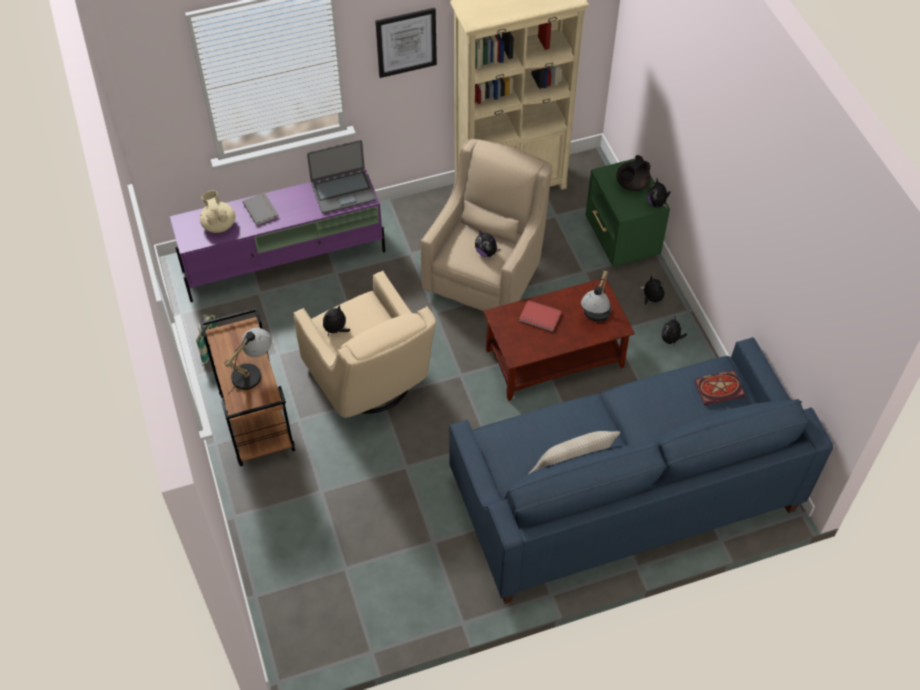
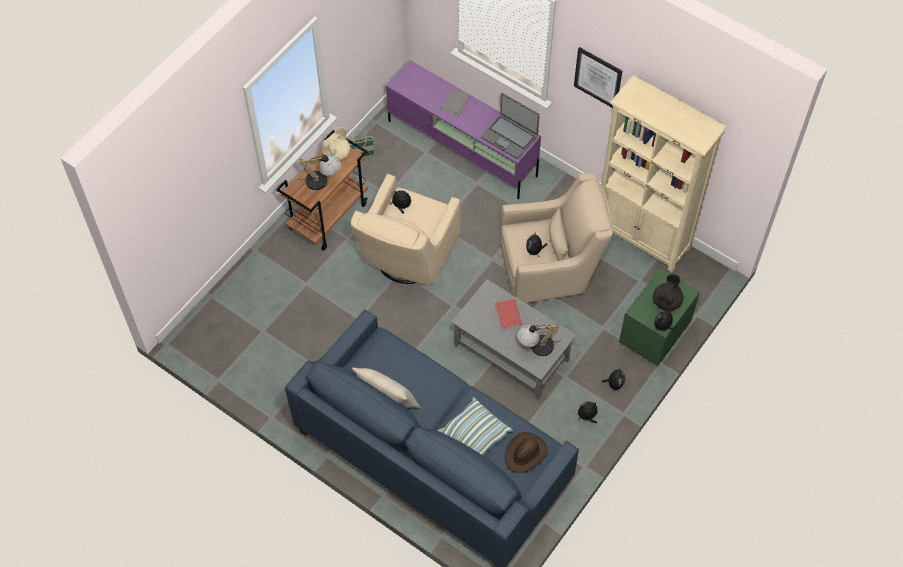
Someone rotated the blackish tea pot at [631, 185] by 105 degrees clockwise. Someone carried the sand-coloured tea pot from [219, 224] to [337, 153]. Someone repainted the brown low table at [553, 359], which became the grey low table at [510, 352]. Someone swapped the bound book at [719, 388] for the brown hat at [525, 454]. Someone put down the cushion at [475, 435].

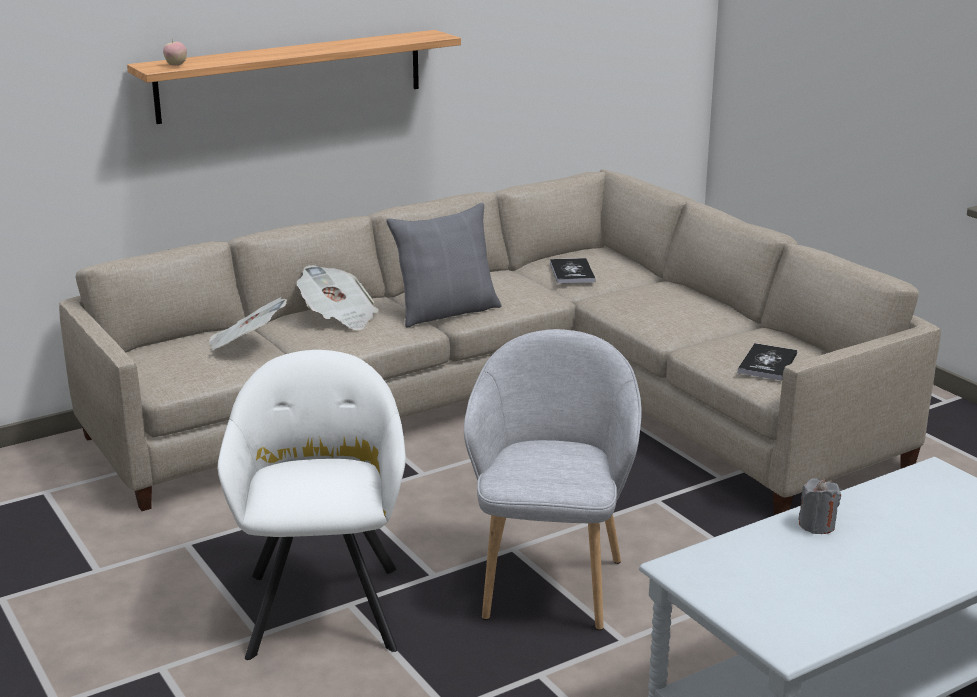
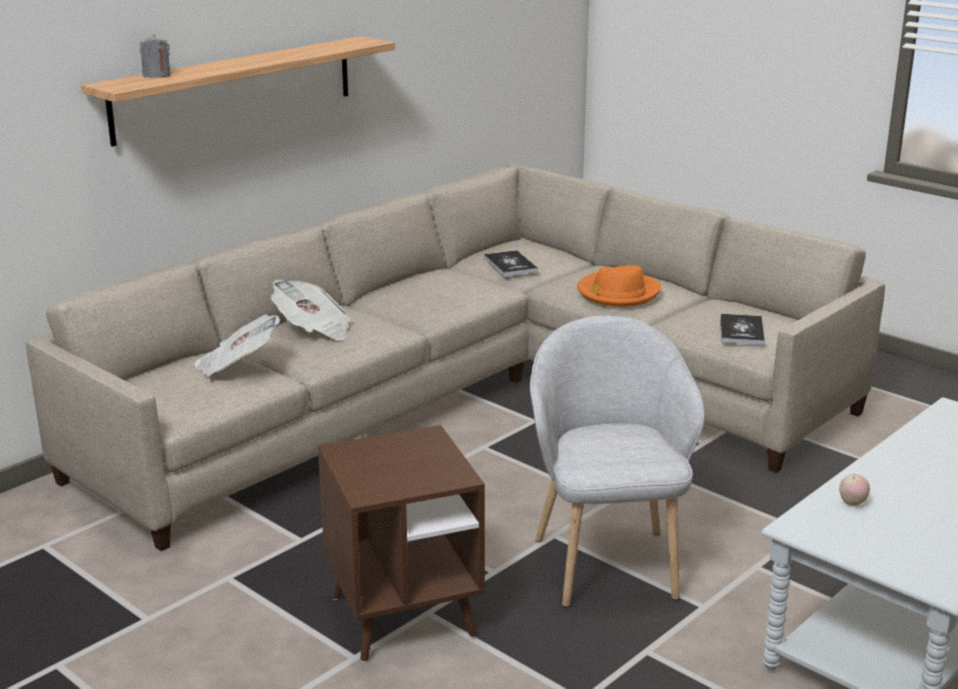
Someone carried the apple from [176, 65] to [852, 503]. Someone took away the grey cushion at [446, 312]. Someone swapped the white armchair at [324, 604] for the brown accent table at [403, 617]. Someone carried the grey wax light from [817, 525] to [156, 75]. Someone put down the orange hat at [617, 293].

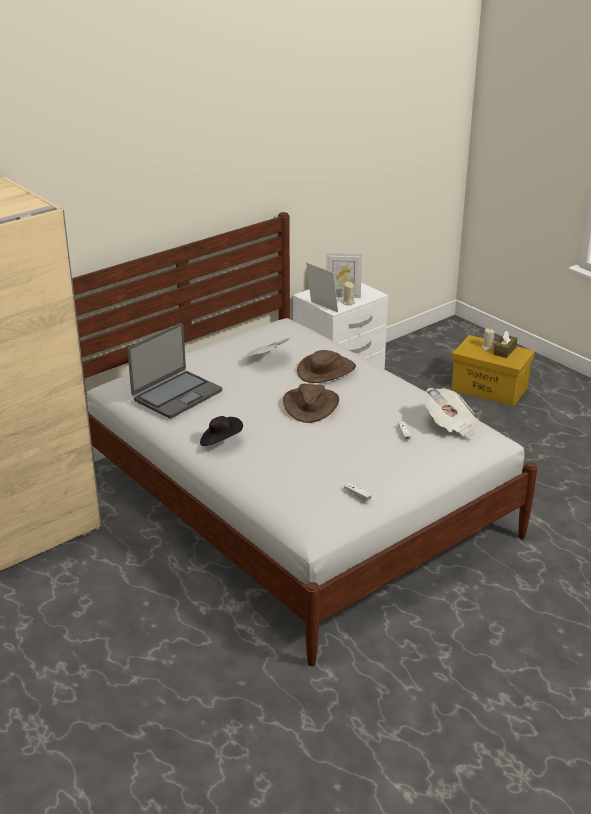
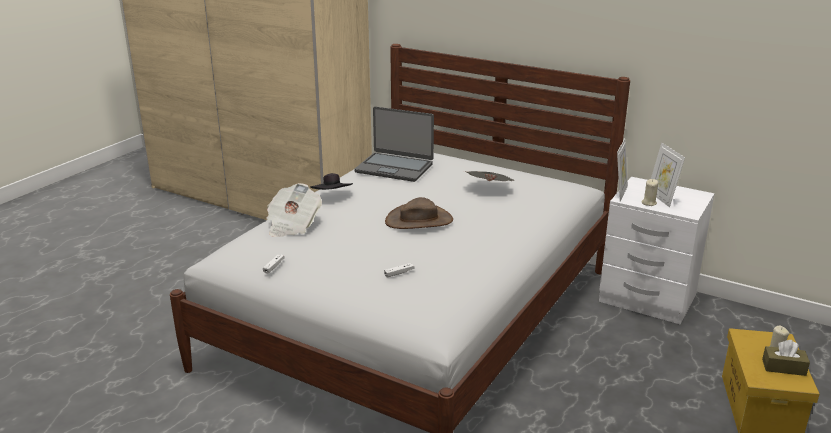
Someone took away the brown hat at [326, 370]. Someone carried the printed paper from [451, 426] to [292, 225].

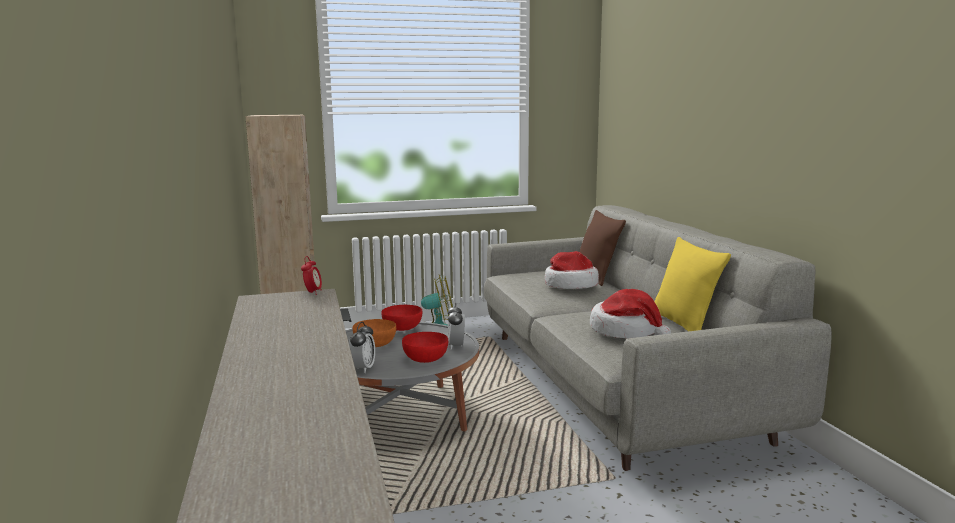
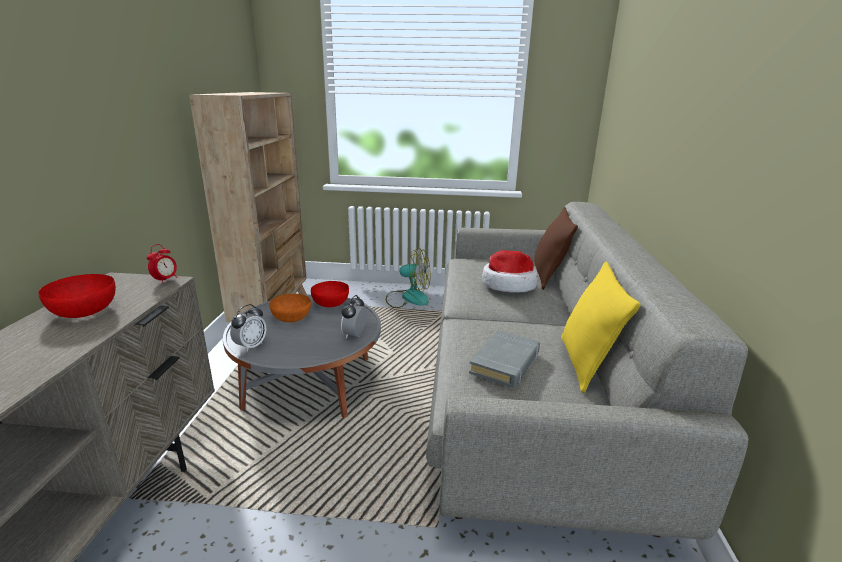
Someone swapped the hat at [626, 331] for the grey bound book at [505, 363]. Someone carried the reddish serving bowl from [425, 358] to [85, 311].

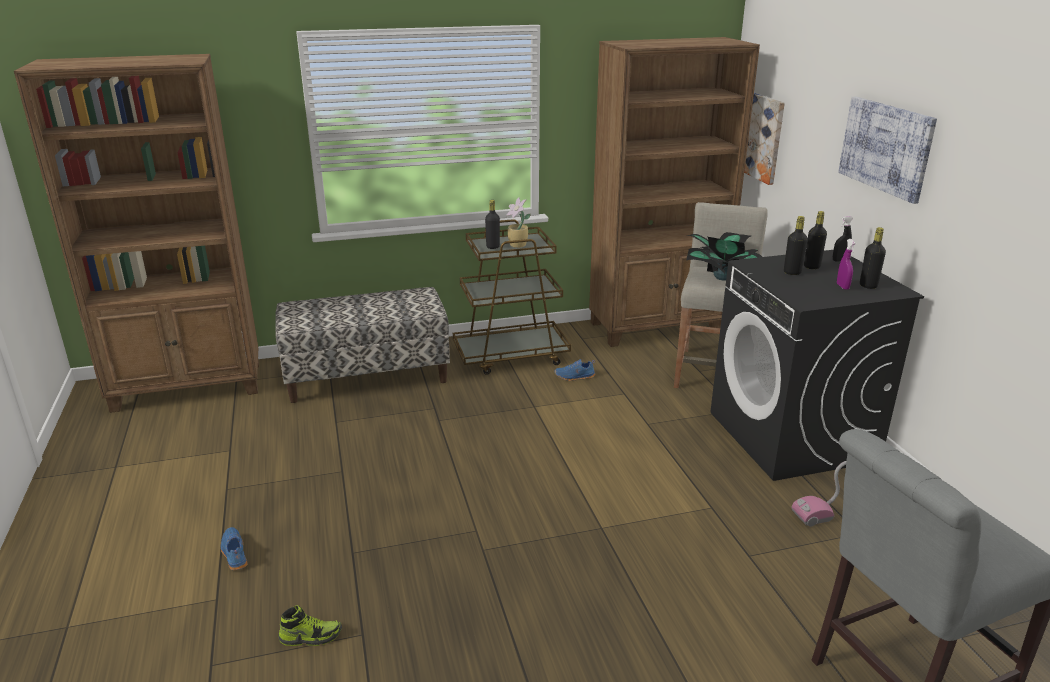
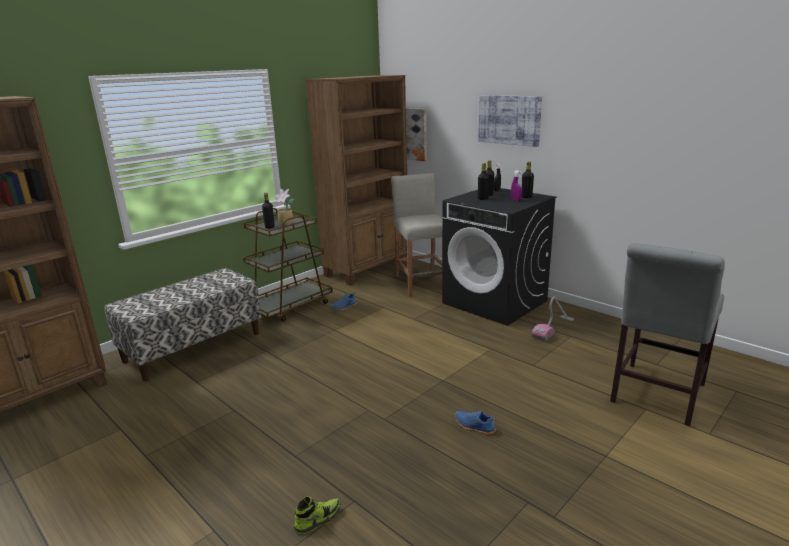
Someone took away the houseplant at [721, 277]. Someone carried the bluish low shoe from [234, 554] to [474, 427].

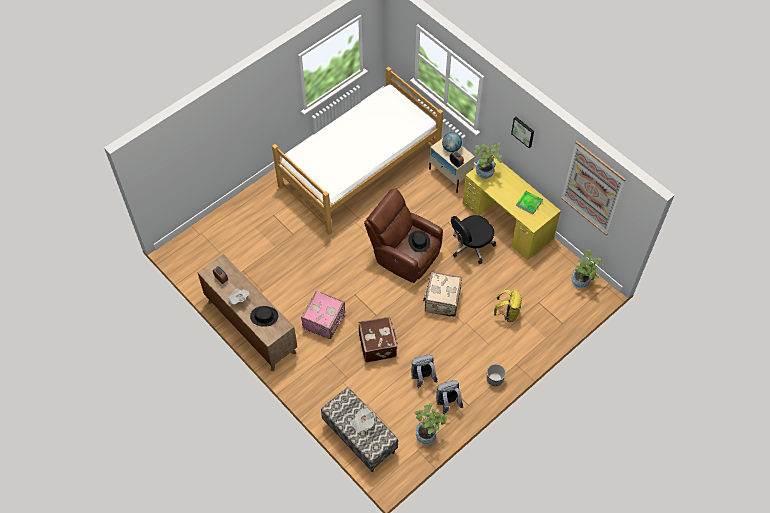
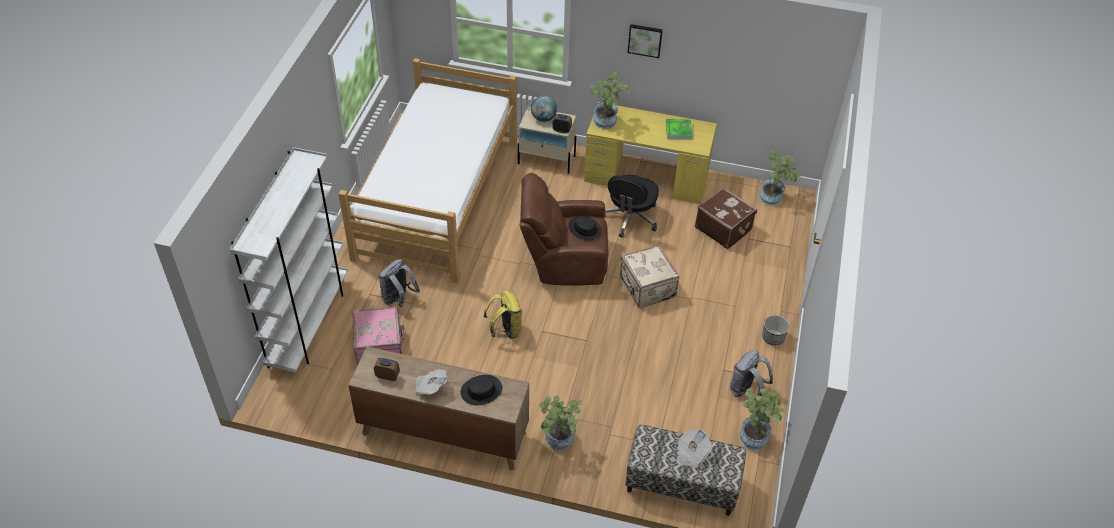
Someone took away the wall art at [592, 189]. Someone carried the pink-coloured suitcase from [325, 321] to [380, 348]. Someone carried the yellow backpack from [507, 313] to [505, 330]. Someone carried the brown suitcase from [378, 345] to [723, 228]. Someone carried the grey backpack from [422, 377] to [398, 299]. Someone put down the white shelving unit at [309, 324]. Someone put down the houseplant at [558, 442].

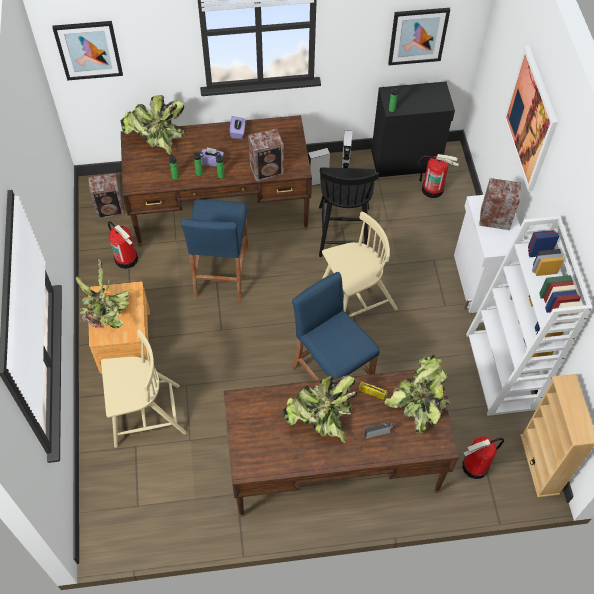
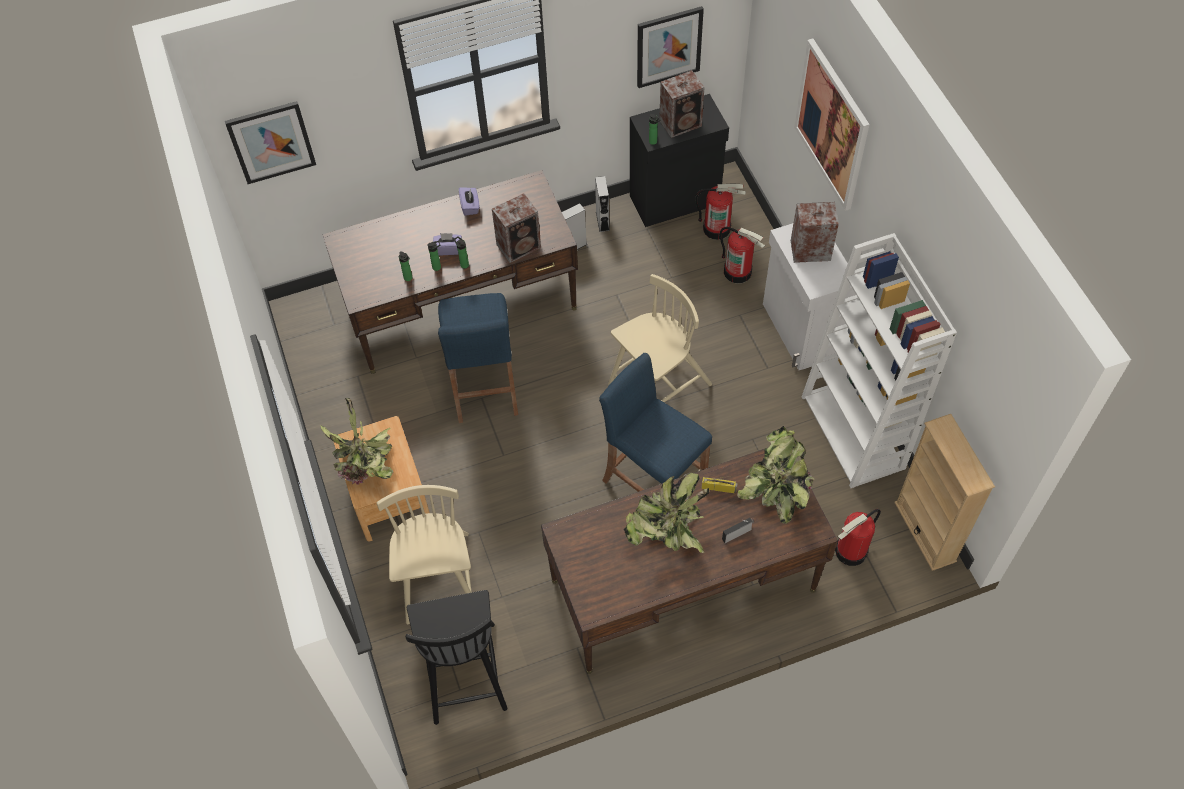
Someone took away the houseplant at [157, 141]. Someone carried the blackish chair from [343, 230] to [463, 670]. Someone carried the loudspeaker from [111, 209] to [682, 123]. Someone carried the extinguisher from [126, 259] to [738, 271]. Someone rotated the sand-coloured chair at [145, 415] by 75 degrees counterclockwise.

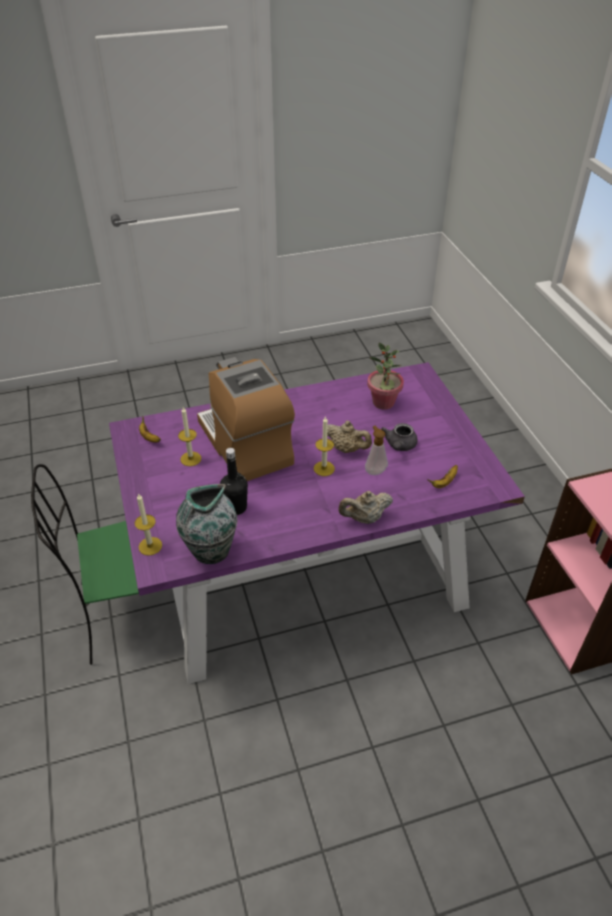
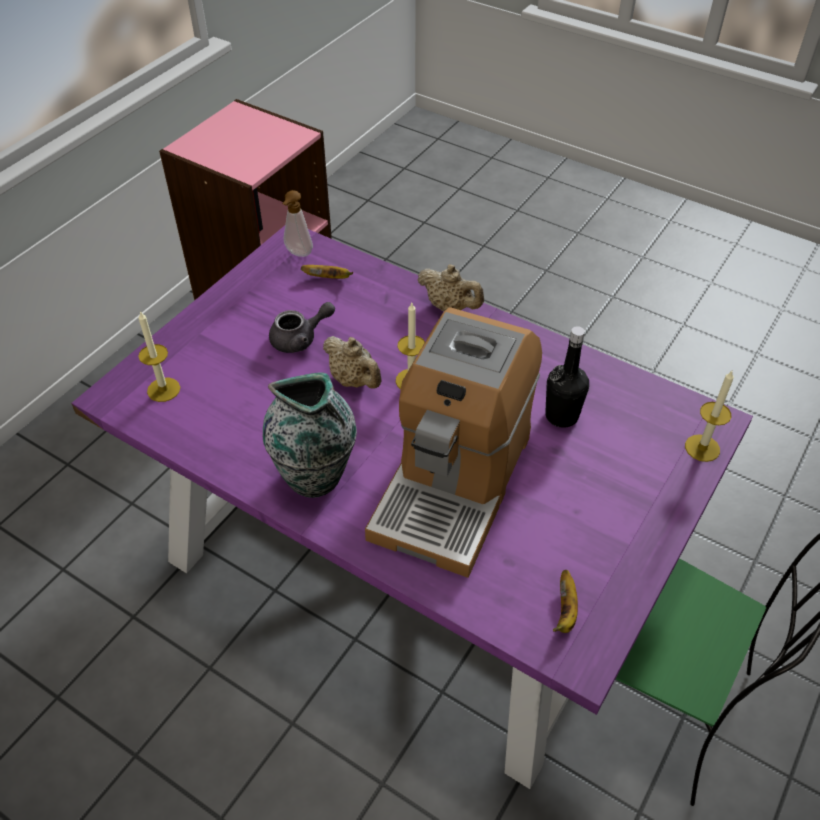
Someone took away the houseplant at [383, 403]. Someone carried the wax light from [190, 459] to [163, 389]. Someone rotated the sand-coloured tea pot at [347, 449] by 150 degrees clockwise. Someone carried the liquid soap bottle from [375, 470] to [298, 254]. Someone carried the decorative vase from [210, 551] to [316, 476].

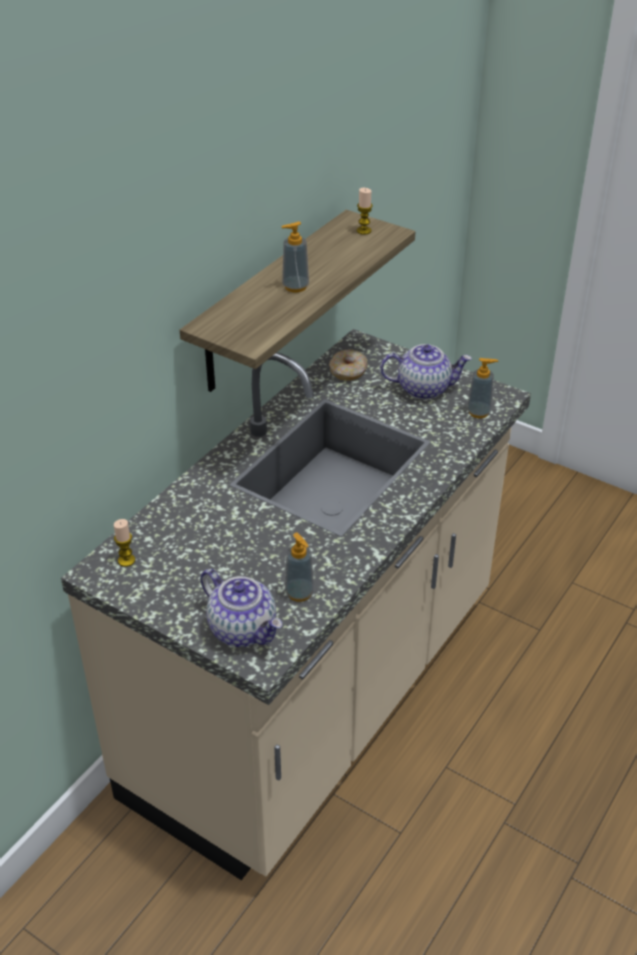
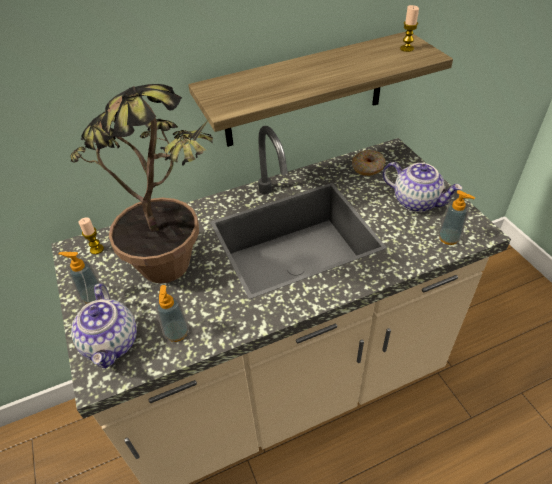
Someone carried the liquid soap bottle from [295, 287] to [93, 296]. Someone put down the houseplant at [176, 274].

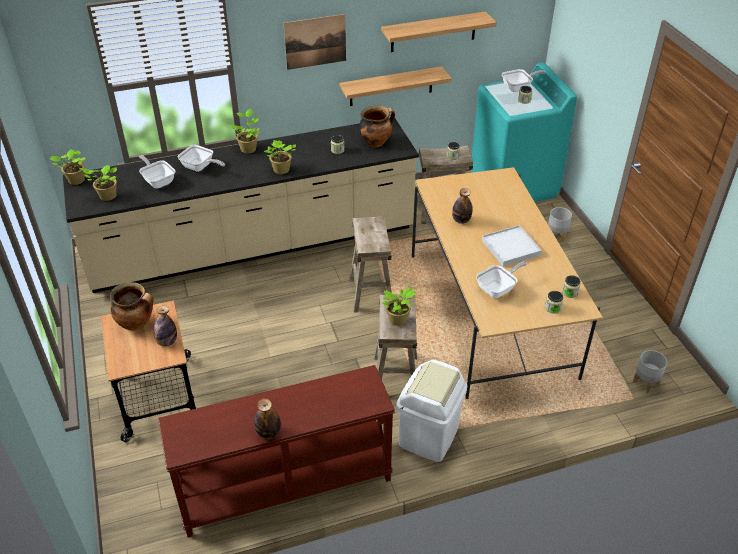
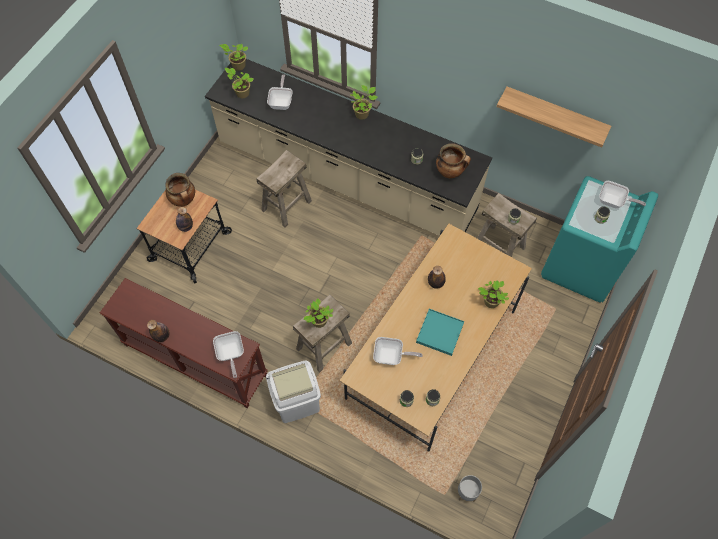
Someone took away the wall art at [315, 41]. Someone took away the shelf at [391, 86]. Someone carried the houseplant from [281, 170] to [490, 302]. Someone carried the pan from [200, 168] to [230, 354]. Someone took away the grey plant pot at [556, 236]. Someone carried the sand-coloured stool from [370, 293] to [286, 205]. Someone repainted the white carrying tray at [511, 248], which became the blue-green carrying tray at [440, 333].

